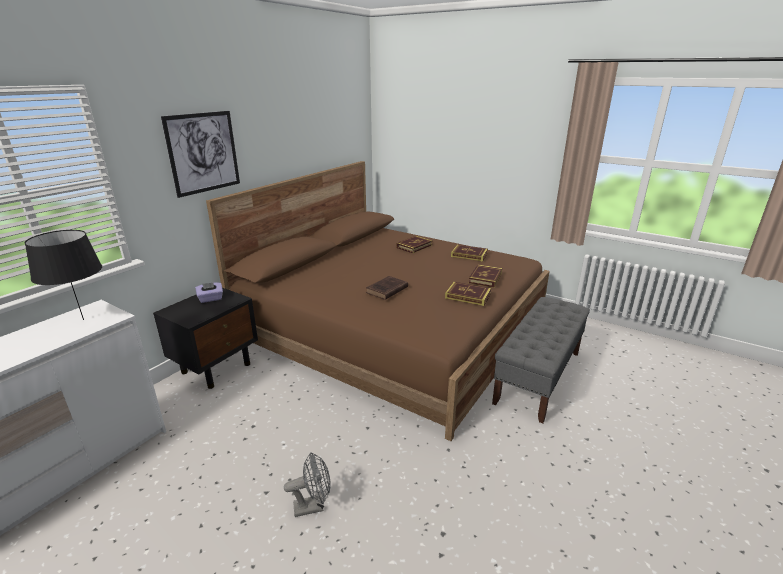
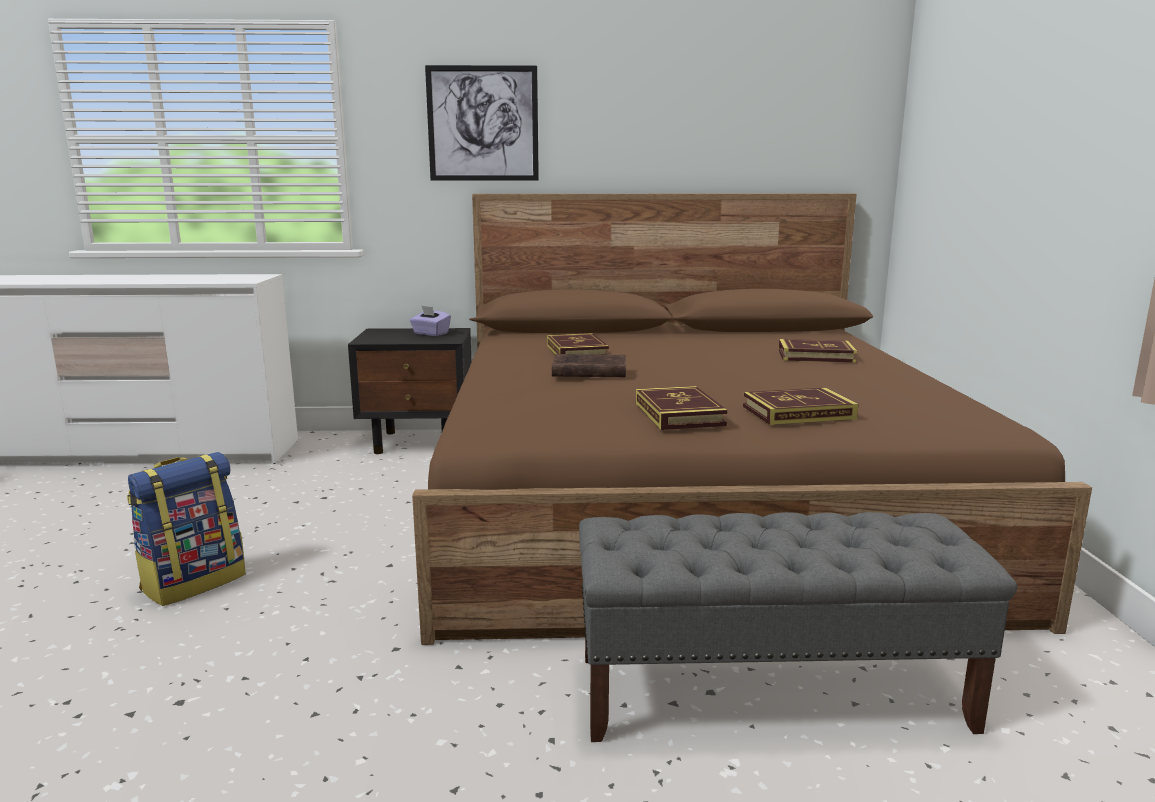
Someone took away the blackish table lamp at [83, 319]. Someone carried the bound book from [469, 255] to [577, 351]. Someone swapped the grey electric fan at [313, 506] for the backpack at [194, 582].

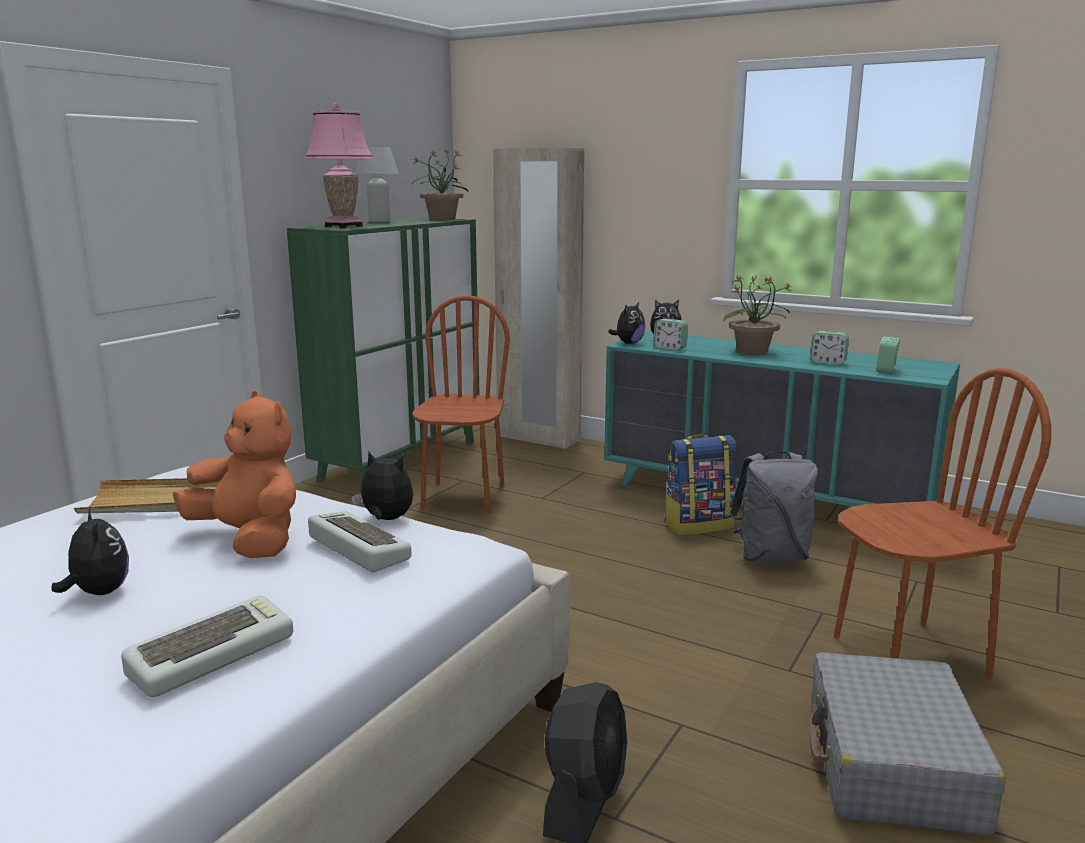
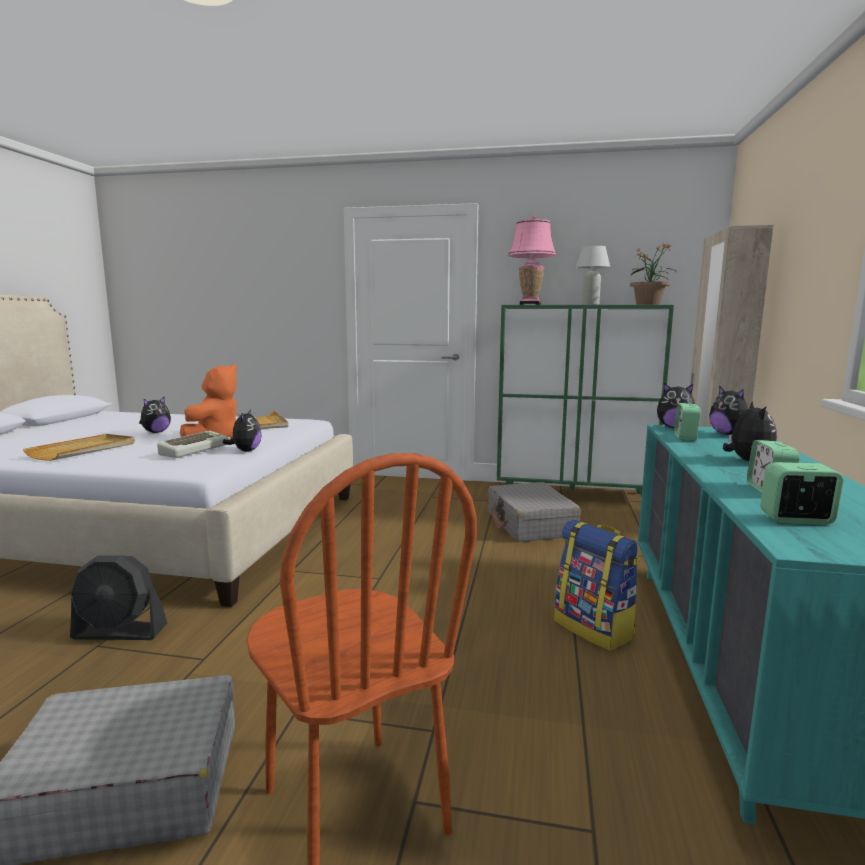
Someone swapped the houseplant at [753, 352] for the soft toy at [747, 461]. Someone swapped the brown chair at [463, 497] for the grey suitcase at [530, 524]. Someone took away the grey backpack at [771, 556]. Someone swapped the keyboard at [212, 654] for the sand-coloured carrying tray at [84, 450].

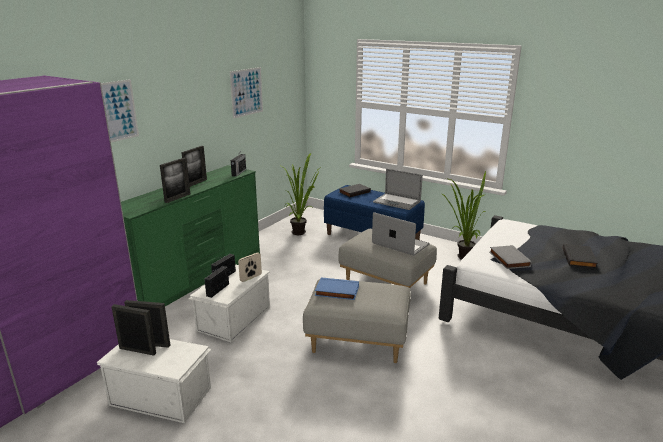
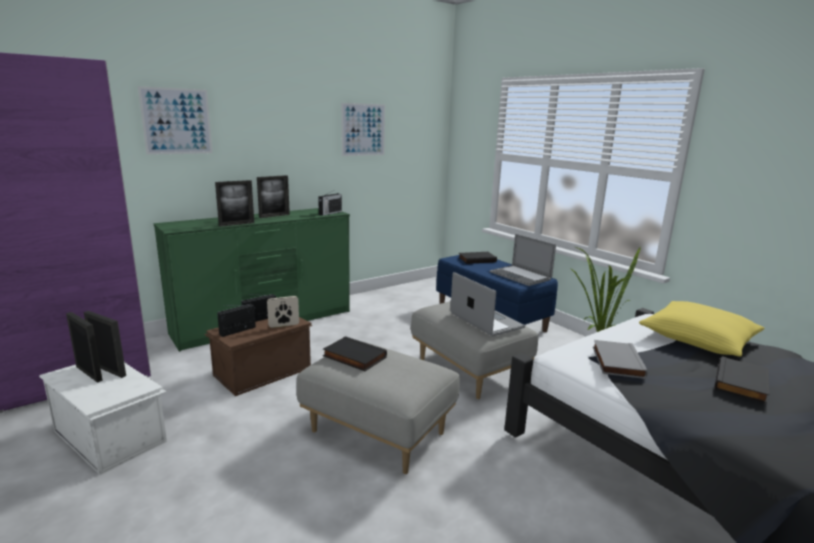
Someone took away the houseplant at [301, 232]. Someone repainted the white storage bin at [233, 318], which became the brown storage bin at [261, 371]. Someone repainted the bluish bound book at [336, 291], which became the blackish bound book at [353, 357]. Someone put down the yellow cushion at [698, 338].

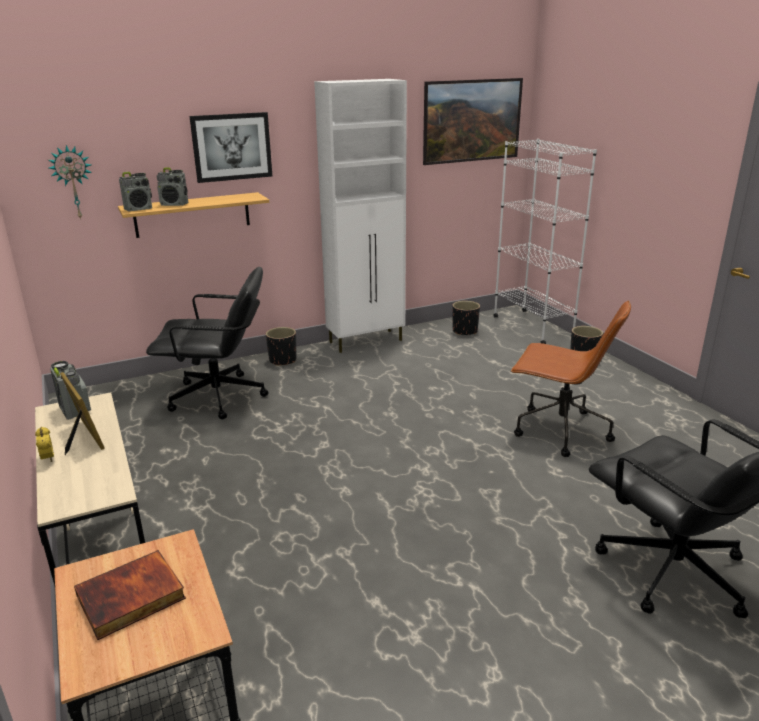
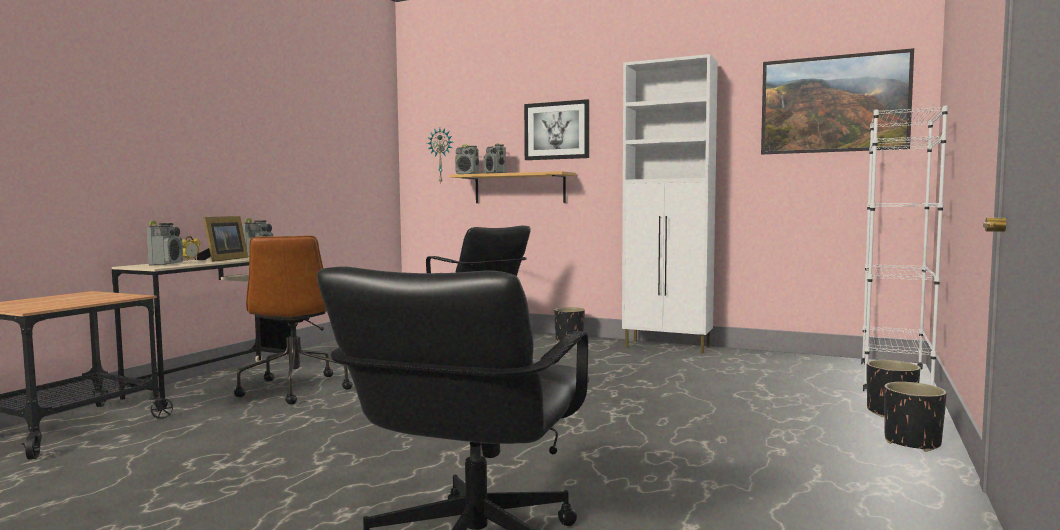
Someone carried the brown office chair from [559, 431] to [295, 388]. Someone carried the blackish plant pot from [465, 331] to [913, 443]. Someone took away the bound book at [131, 599]. Someone put down the radio at [166, 264].

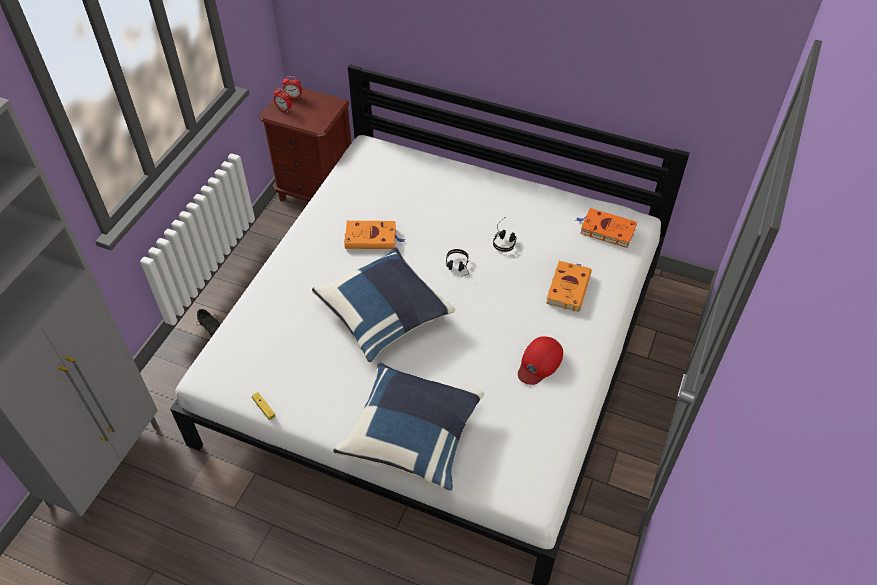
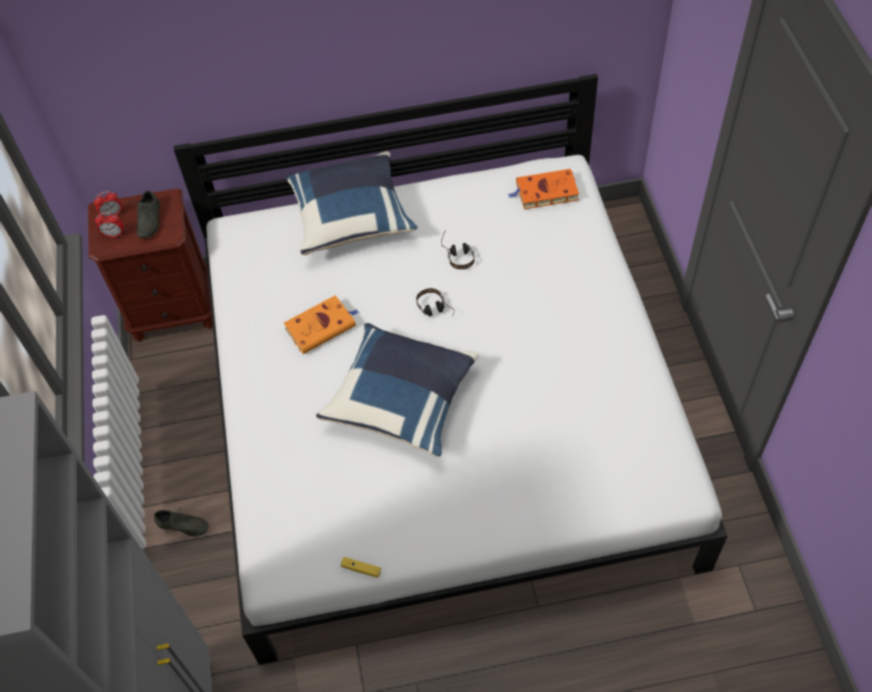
Someone took away the orange bound book at [568, 287]. Someone took away the reddish peaked cap at [539, 362]. Someone carried the bluish cushion from [412, 435] to [351, 217]. Someone put down the grey low shoe at [147, 221].

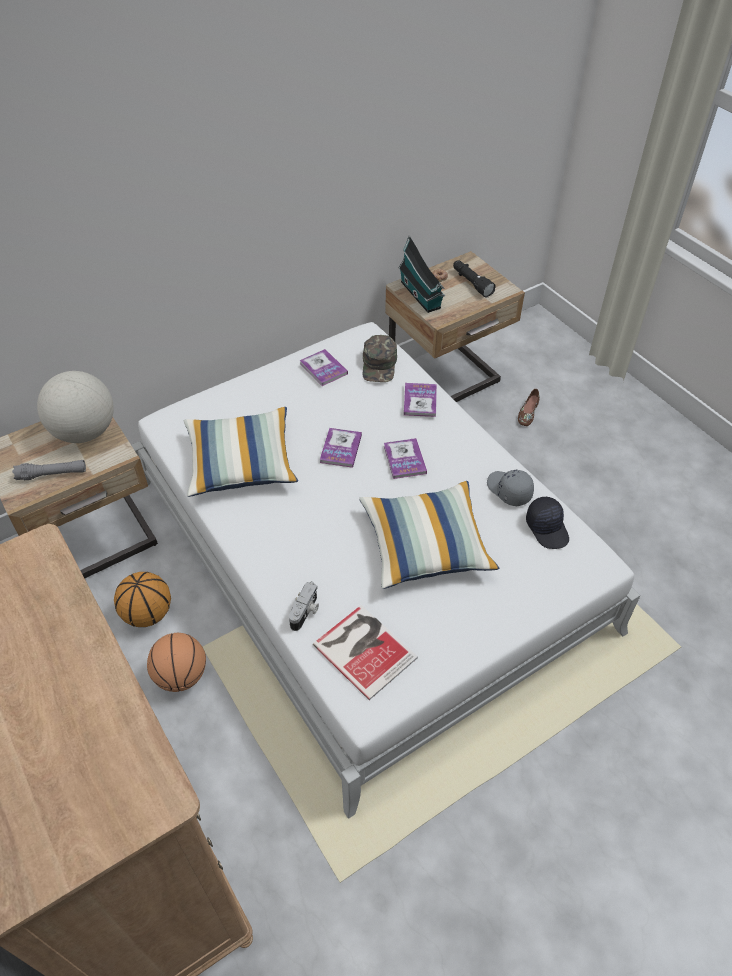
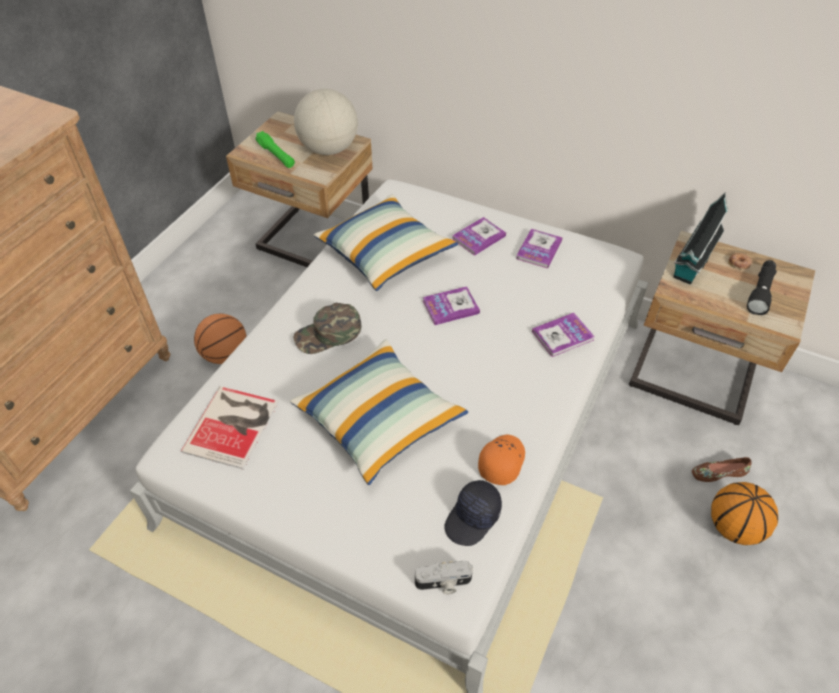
Someone carried the green-coloured peaked cap from [379, 364] to [328, 334]. Someone carried the bound book from [404, 459] to [478, 237]. Someone repainted the grey torch at [52, 474], which became the green-coloured torch at [276, 155]. Someone repainted the grey peaked cap at [508, 490], which became the orange peaked cap at [501, 461]. Someone carried the ball for basketball from [147, 614] to [733, 527]. Someone carried the still camera from [306, 612] to [443, 583].

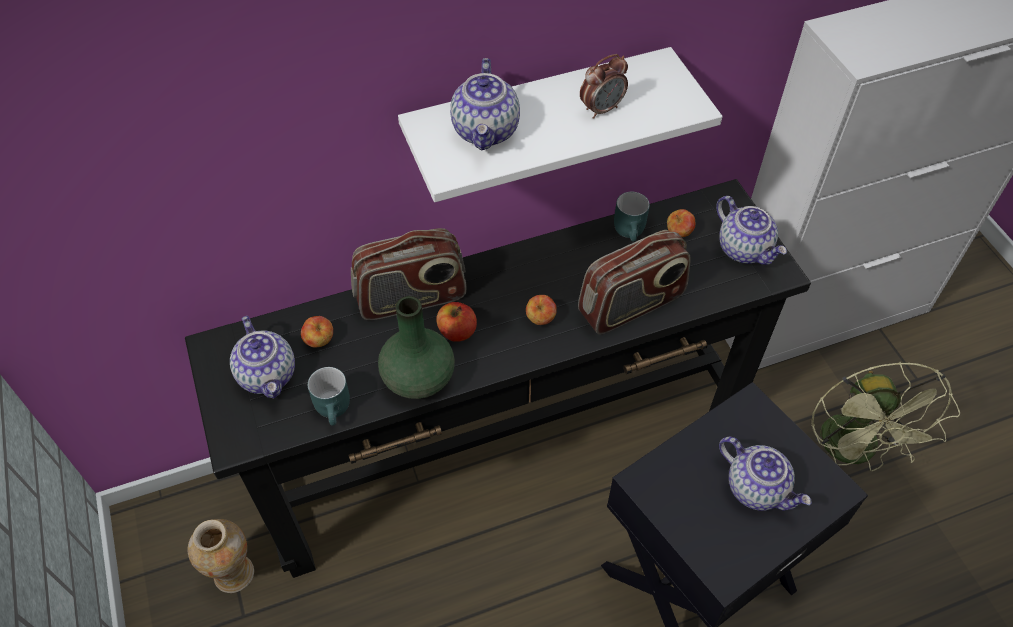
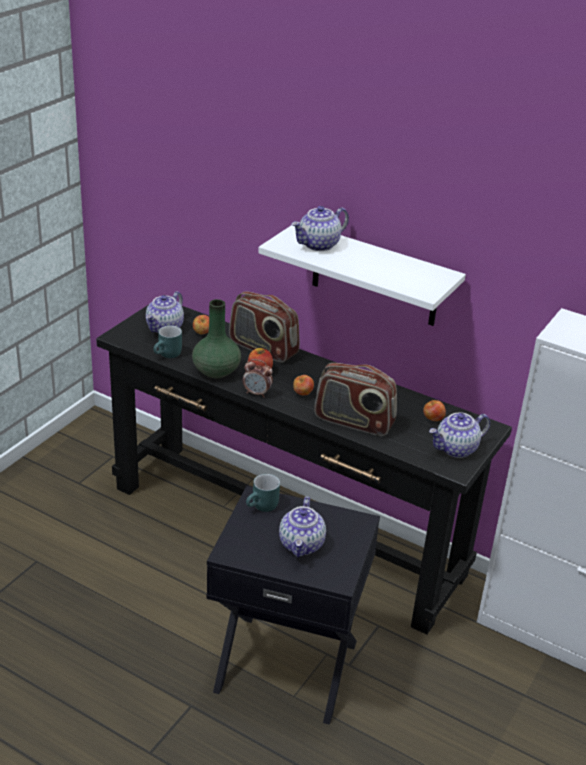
Someone carried the table clock from [601, 109] to [257, 393]. Someone carried the blue-green coffee mug from [632, 232] to [263, 507]. Someone rotated the tea pot at [745, 249] by 45 degrees clockwise. Someone took away the green-coloured electric fan at [854, 452]. Someone took away the decorative vase at [234, 574].

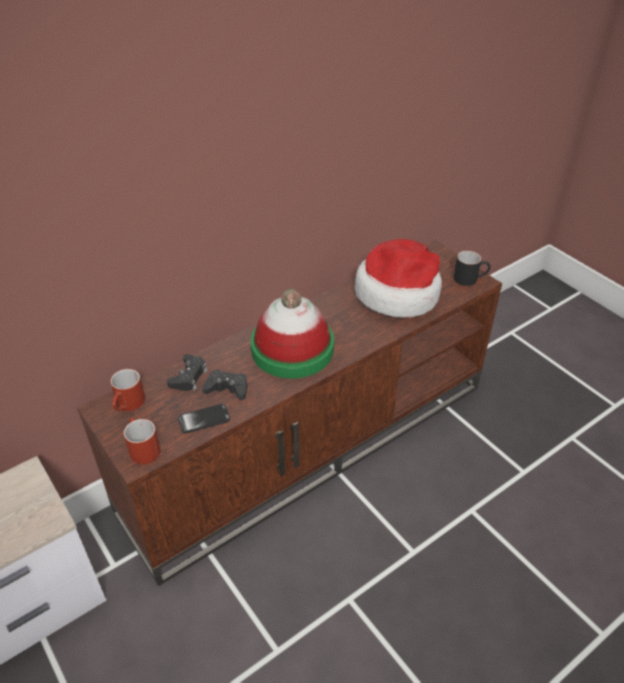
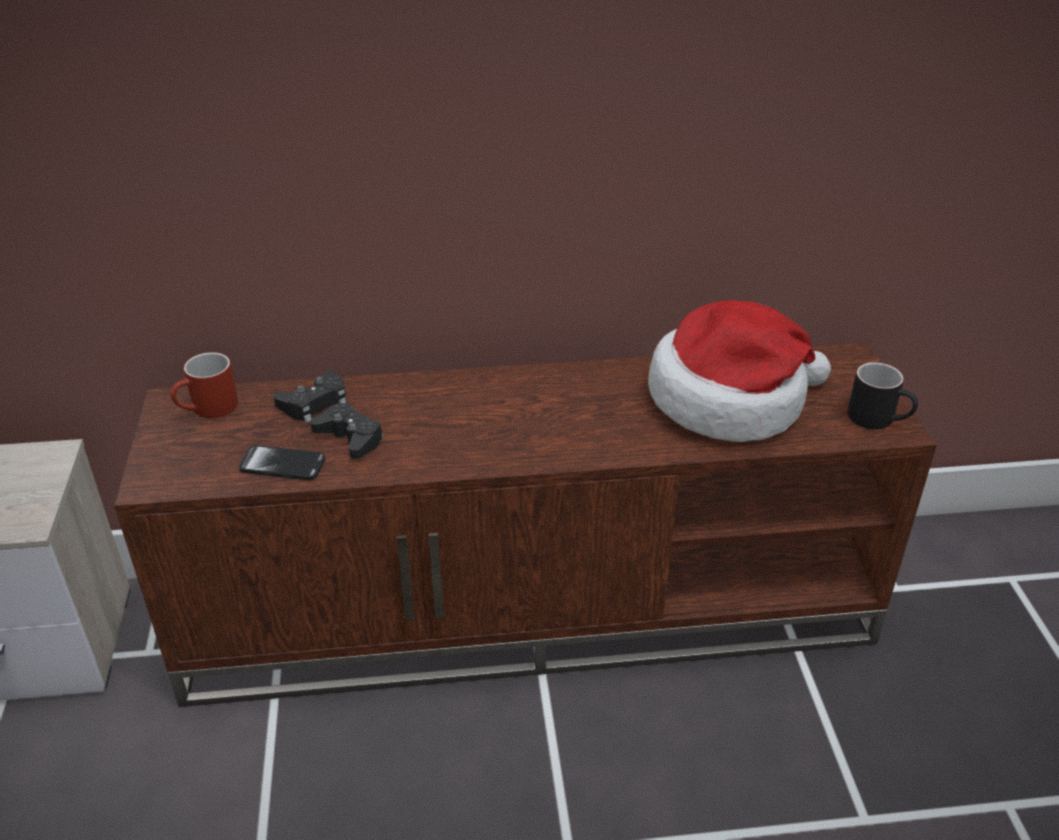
Someone took away the hat at [292, 349]. Someone took away the reddish coffee mug at [141, 448].

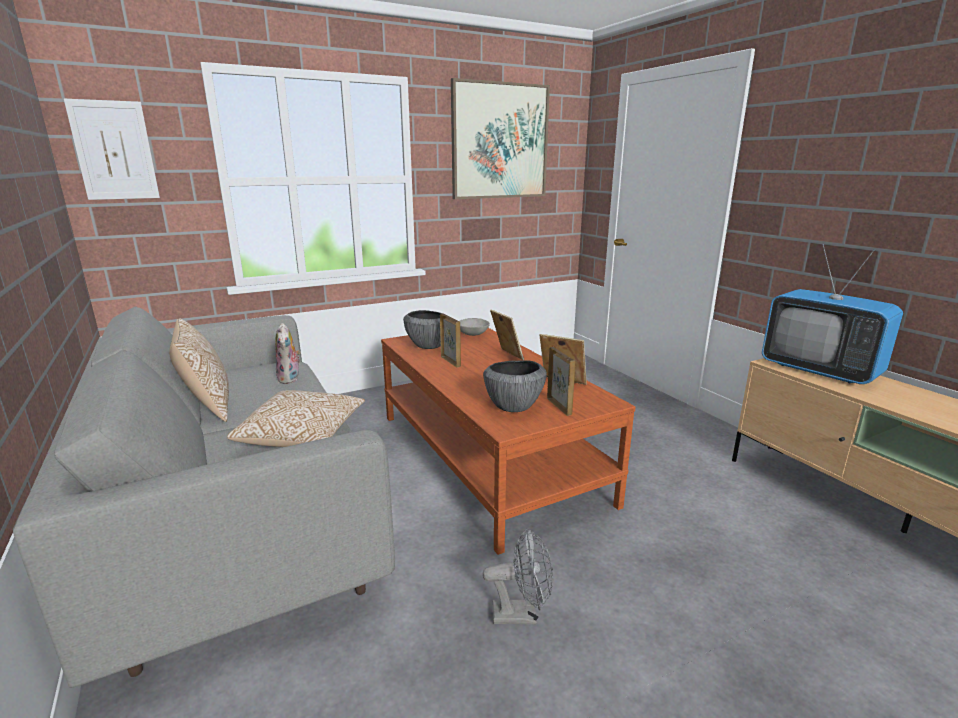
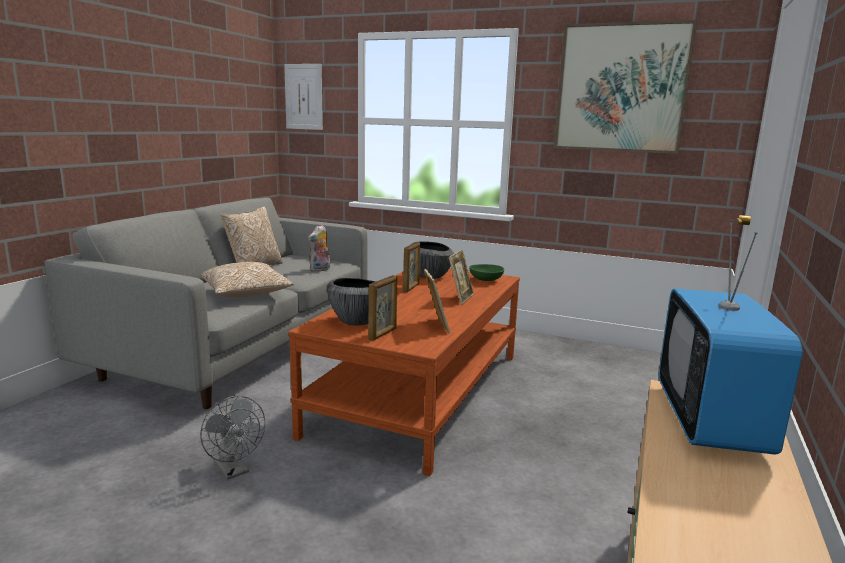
Someone repainted the grey serving bowl at [472, 334], which became the green-coloured serving bowl at [485, 280].

